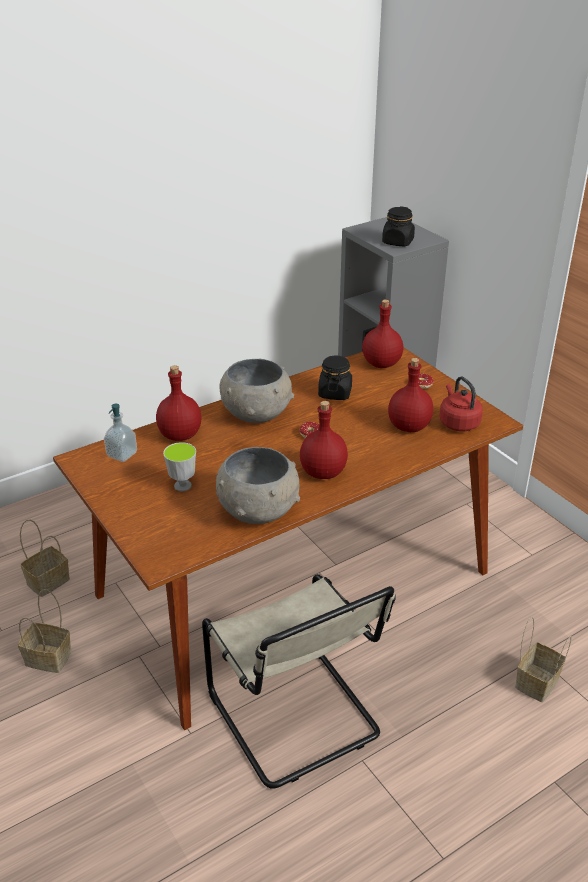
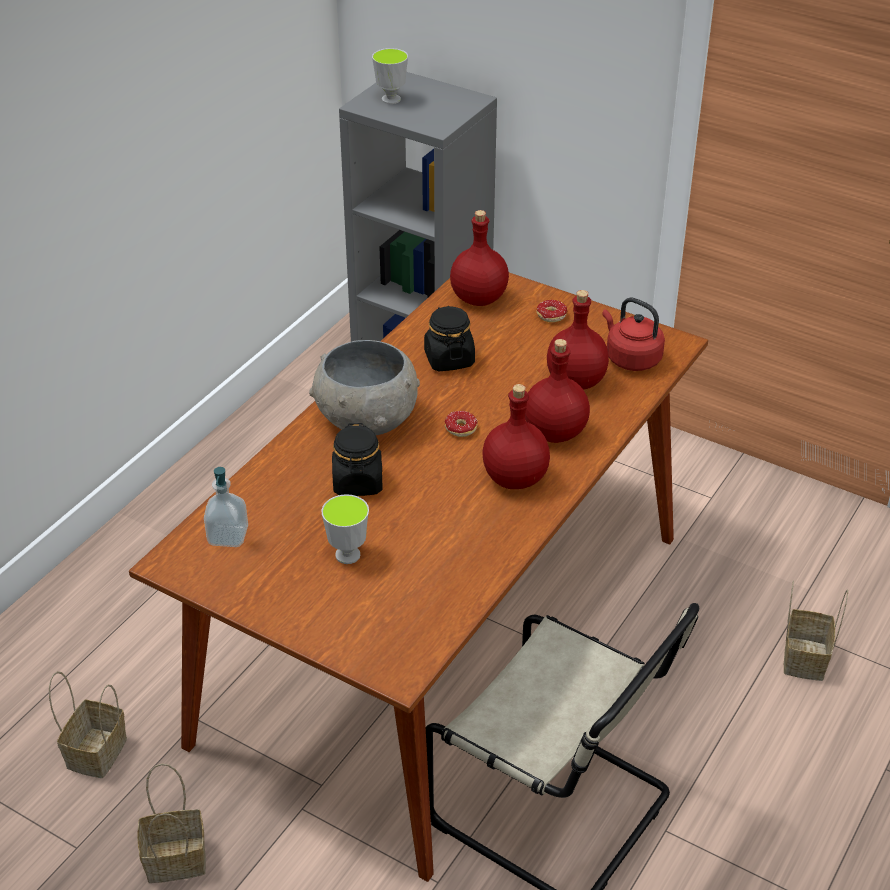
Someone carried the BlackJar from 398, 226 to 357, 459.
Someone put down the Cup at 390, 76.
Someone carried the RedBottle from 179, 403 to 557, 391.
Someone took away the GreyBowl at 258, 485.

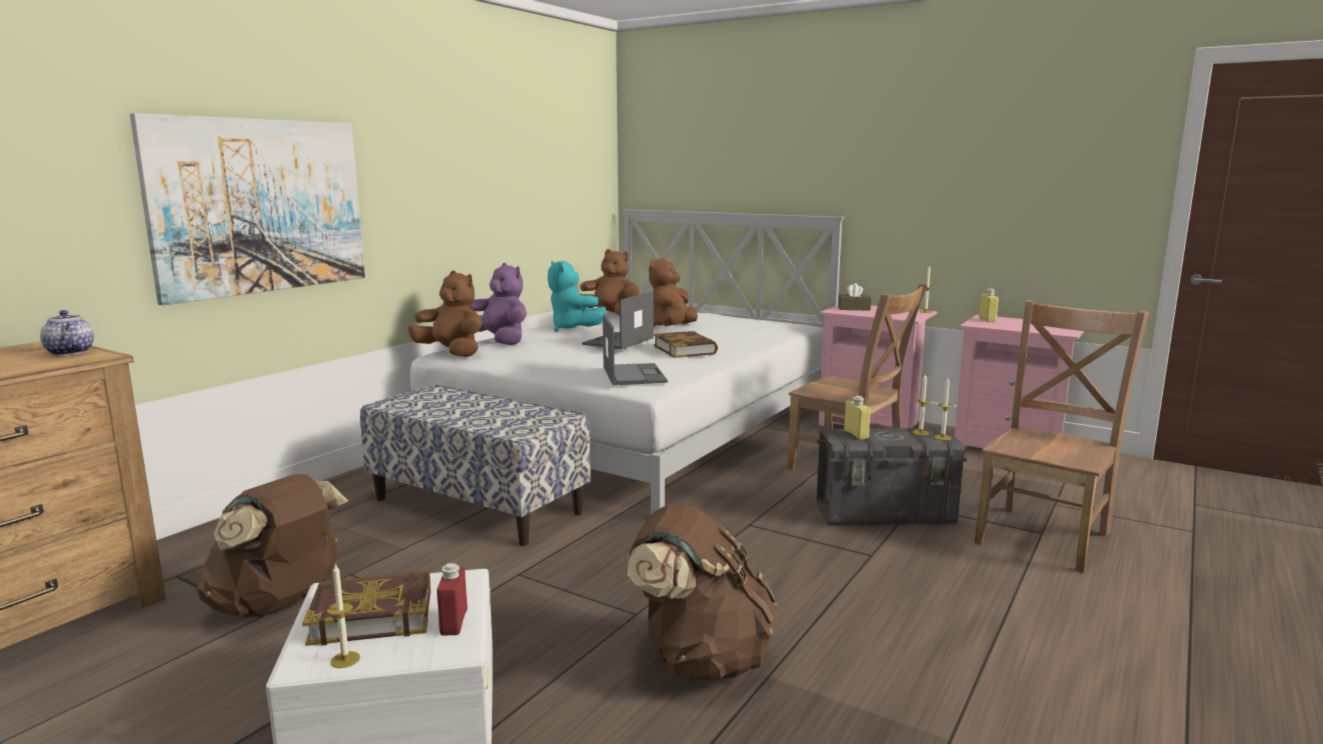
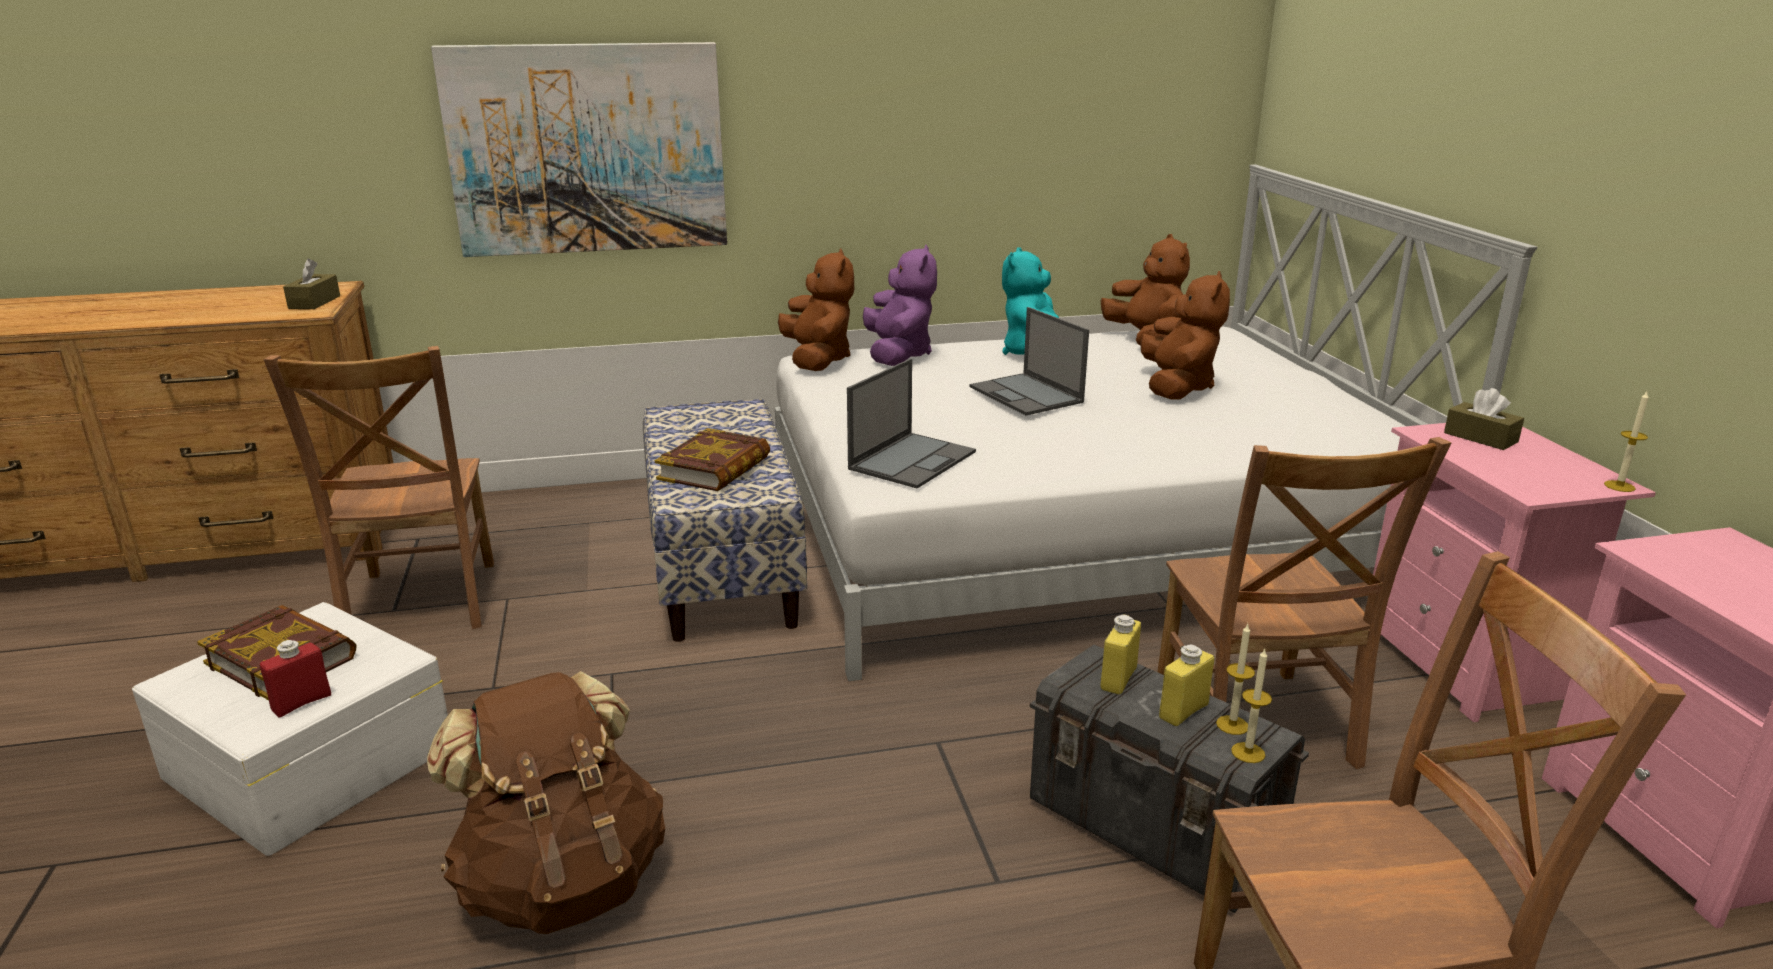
Someone swapped the BrownBackpack at 272, 545 for the BrownChair at 378, 487.
Someone swapped the Teapot at 67, 333 for the BrownTissueBox at 311, 283.
Someone carried the Book from 685, 344 to 712, 459.
Someone rotated the Laptop at 618, 321 by 105 degrees counterclockwise.
Someone rotated the BrownPlushToy at 673, 292 by 120 degrees clockwise.
Someone carried the YellowBottle from 989, 305 to 1186, 685.
Someone took away the Candle at 343, 615.

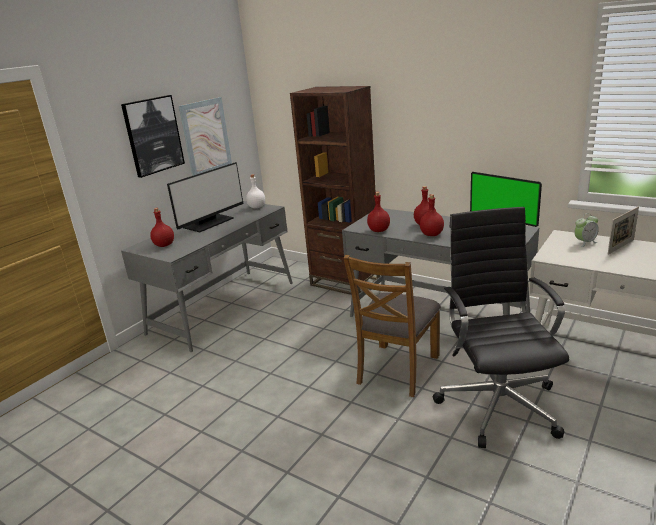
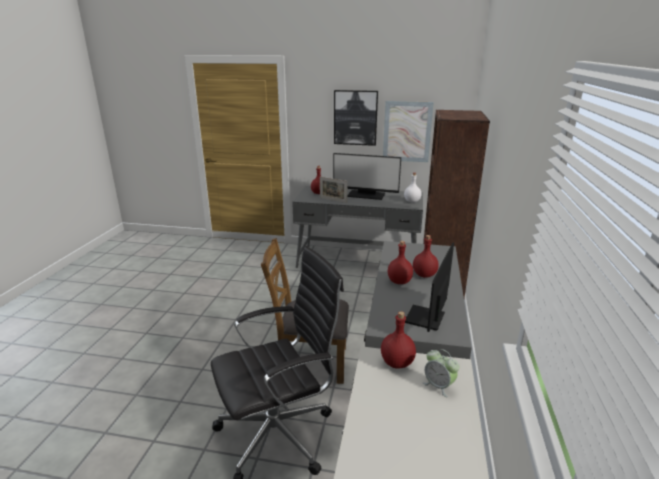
Someone carried the PictureFrame from 623, 231 to 334, 190.
Someone carried the RedBottle from 378, 212 to 398, 340.

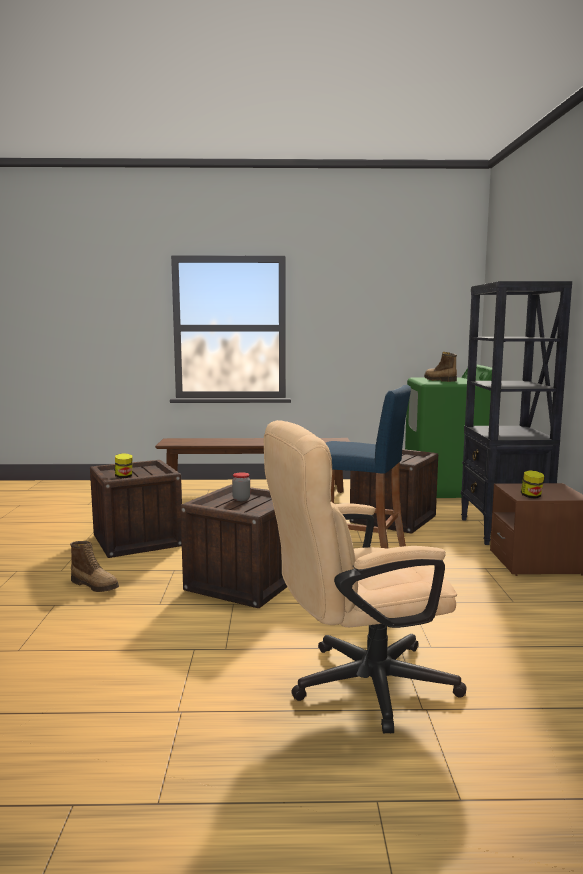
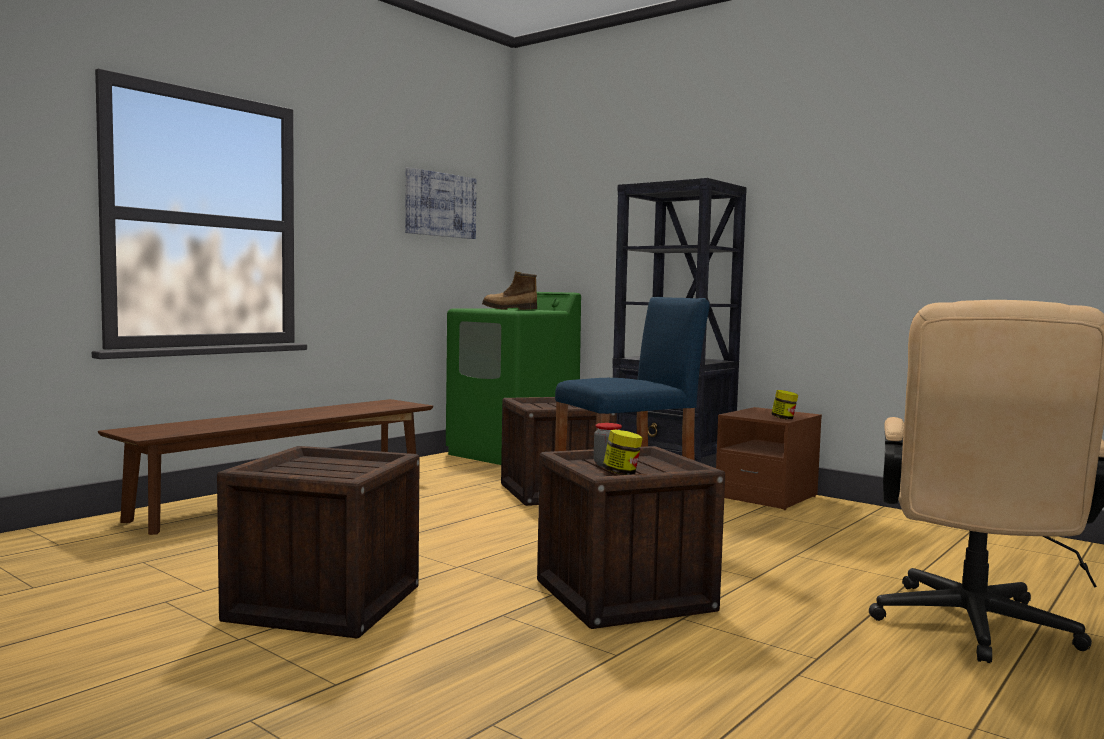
Someone put up the Picture at 441, 203.
Someone carried the Jar from 123, 465 to 623, 452.
Someone took away the Boot at 94, 566.

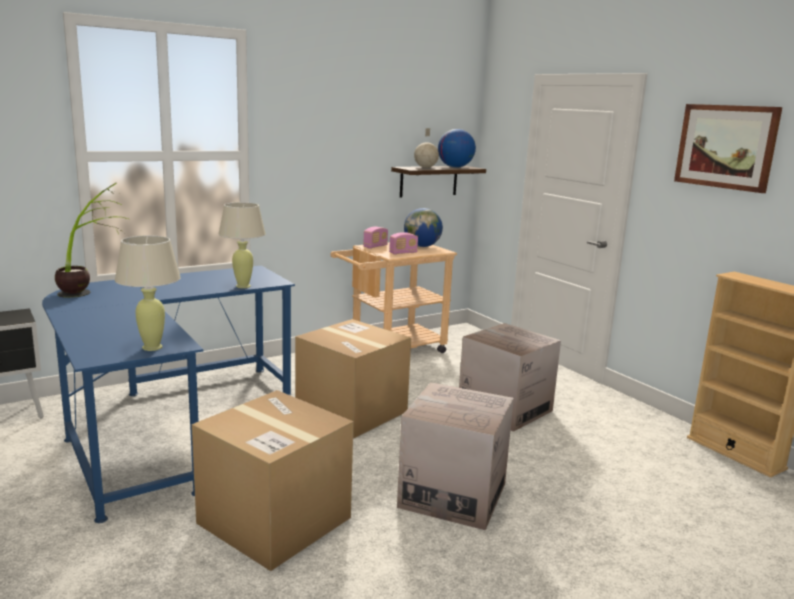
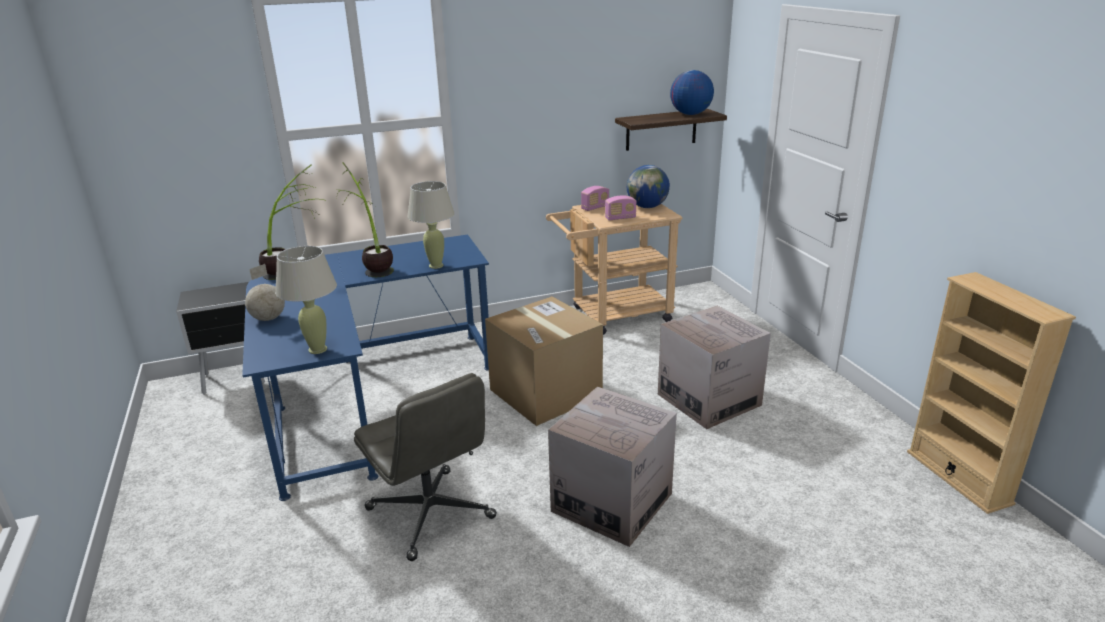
Someone carried the Globe from 426, 148 to 265, 292.
Someone put down the PottedPlant at 365, 219.
Someone swapped the CardboardBox at 273, 480 for the GreyOfficeChair at 425, 467.
Someone took away the Picture at 728, 148.

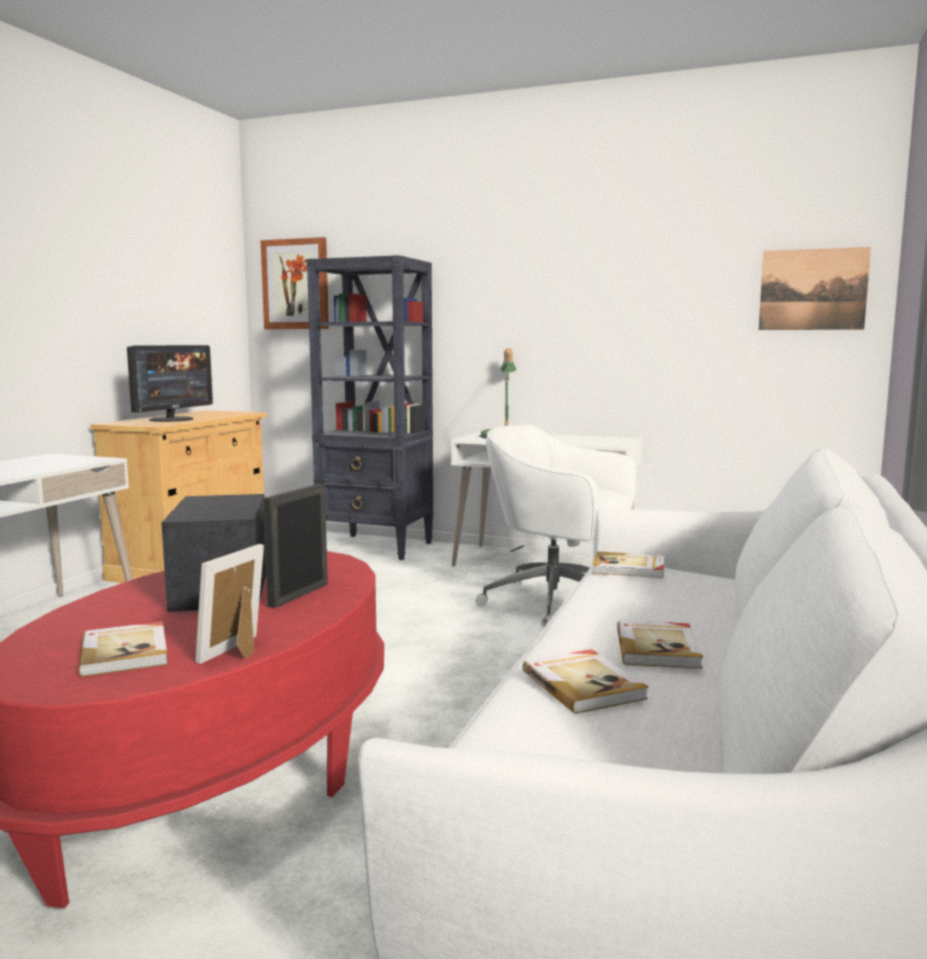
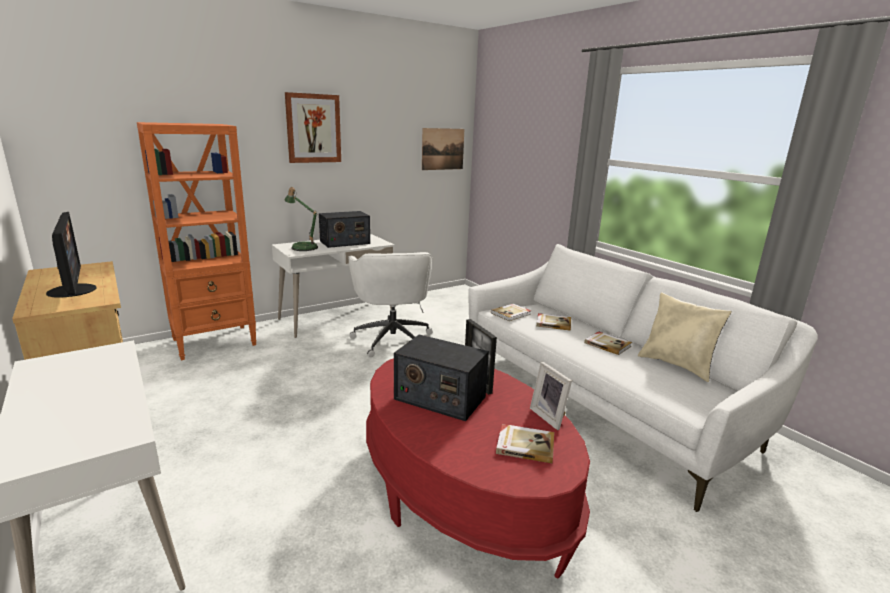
Someone repainted the BlackBookcase at 369, 407, which became the OrangeBookcase at 197, 241.
Someone carried the Picture from 295, 283 to 313, 127.
Someone put down the Radio at 344, 229.
Someone rotated the WhiteOfficeChair at 555, 526 by 75 degrees counterclockwise.
Someone carried the Book from 585, 681 to 553, 322.
Someone put down the BeigePillow at 685, 337.

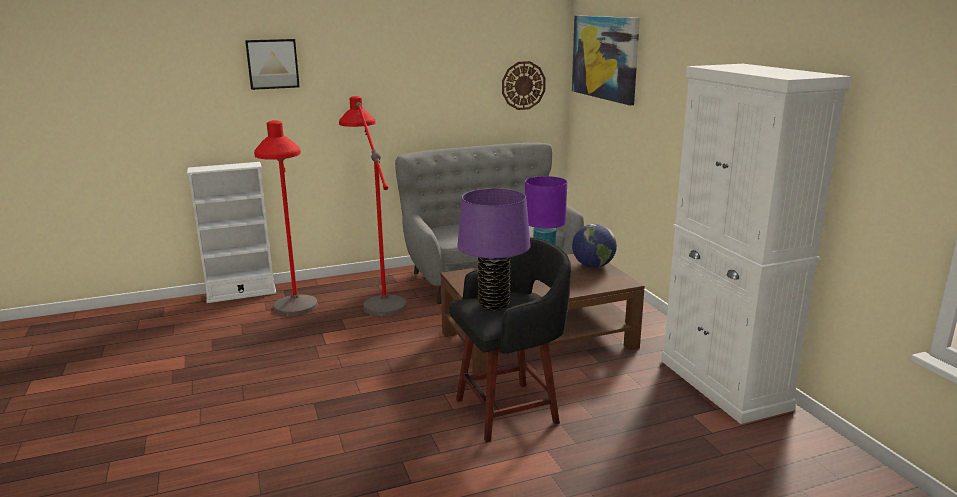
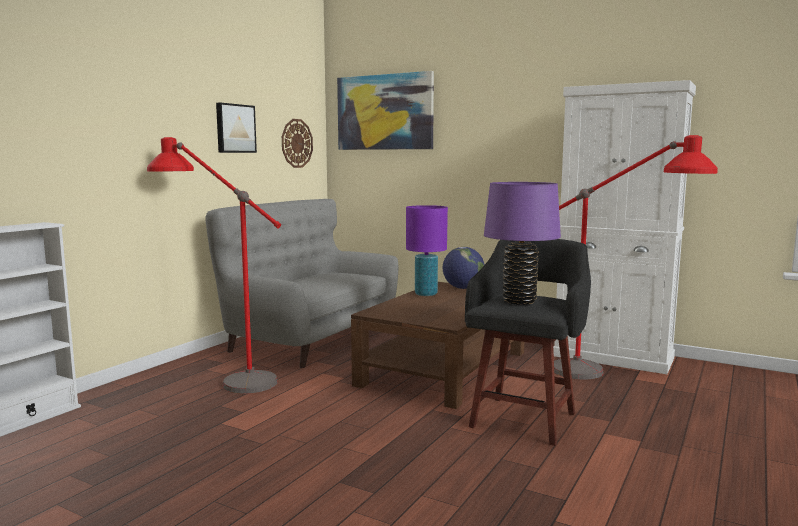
Someone carried the Picture from 272, 64 to 236, 127.
Someone carried the RedFloorLamp from 286, 218 to 636, 257.

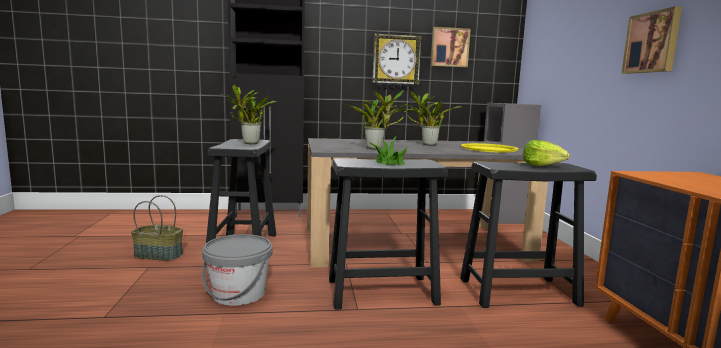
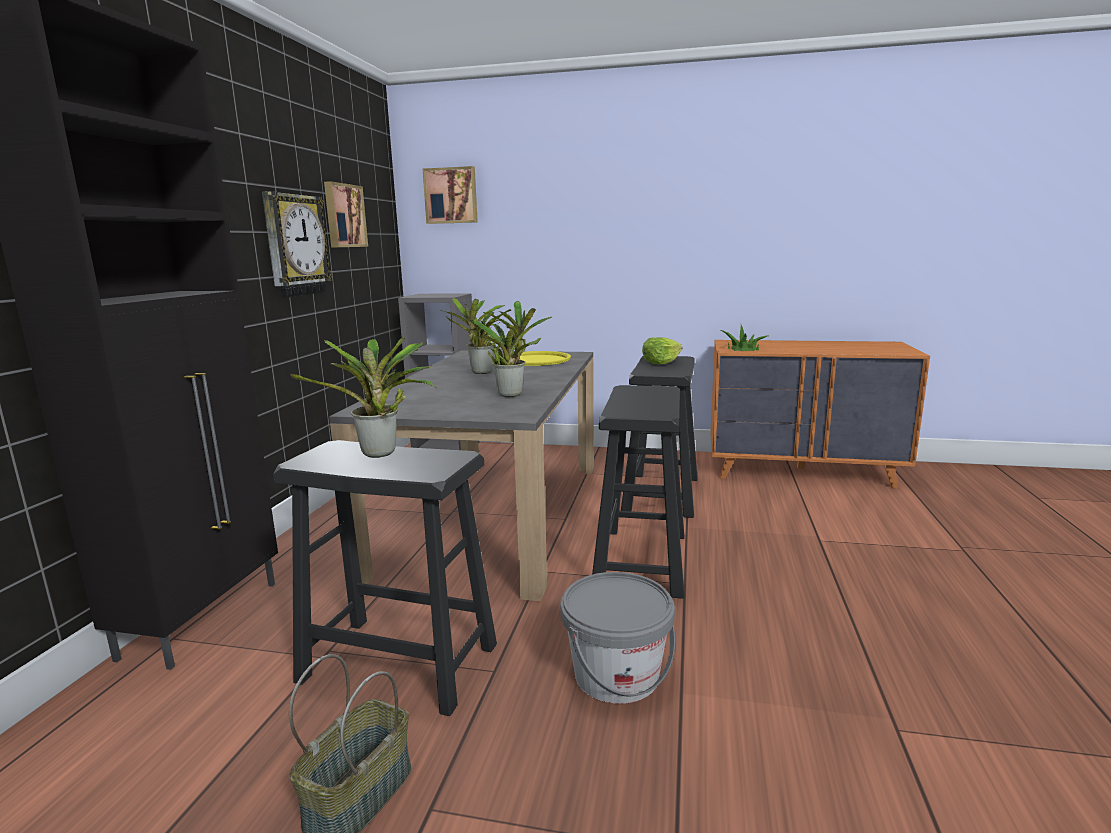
Someone carried the Picture from 652, 40 to 450, 195.
Someone carried the PottedPlant from 388, 150 to 744, 338.

